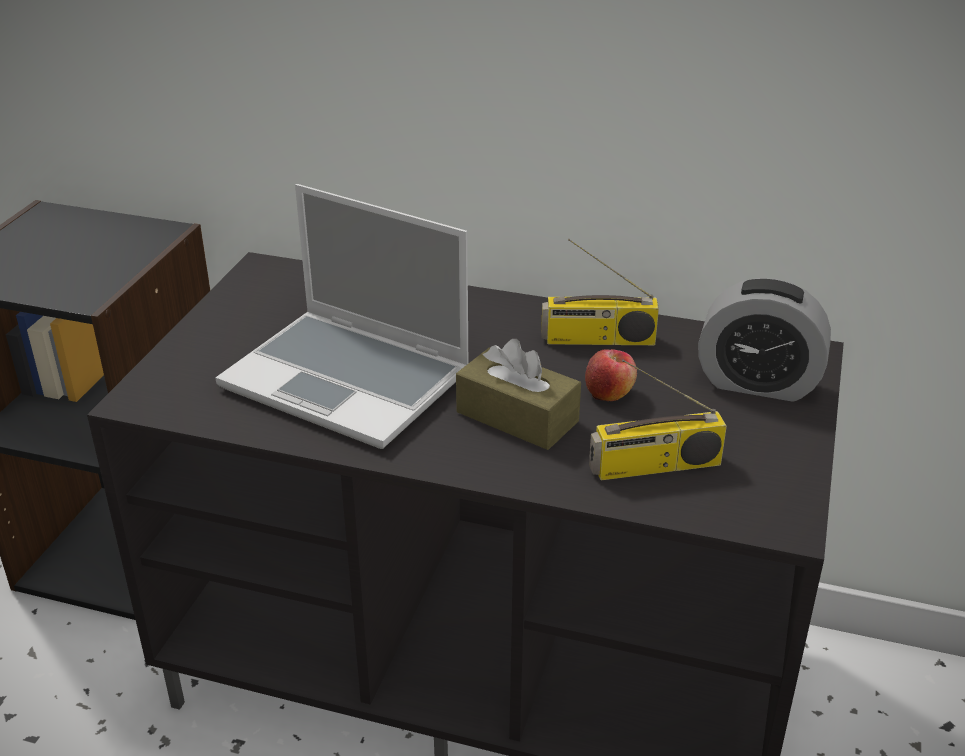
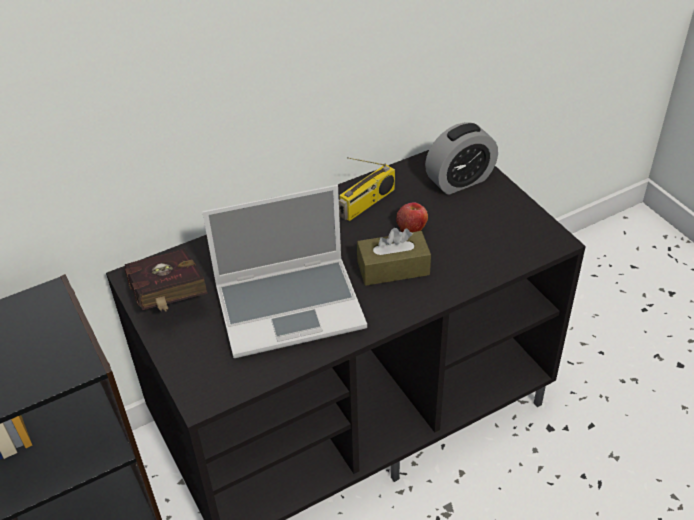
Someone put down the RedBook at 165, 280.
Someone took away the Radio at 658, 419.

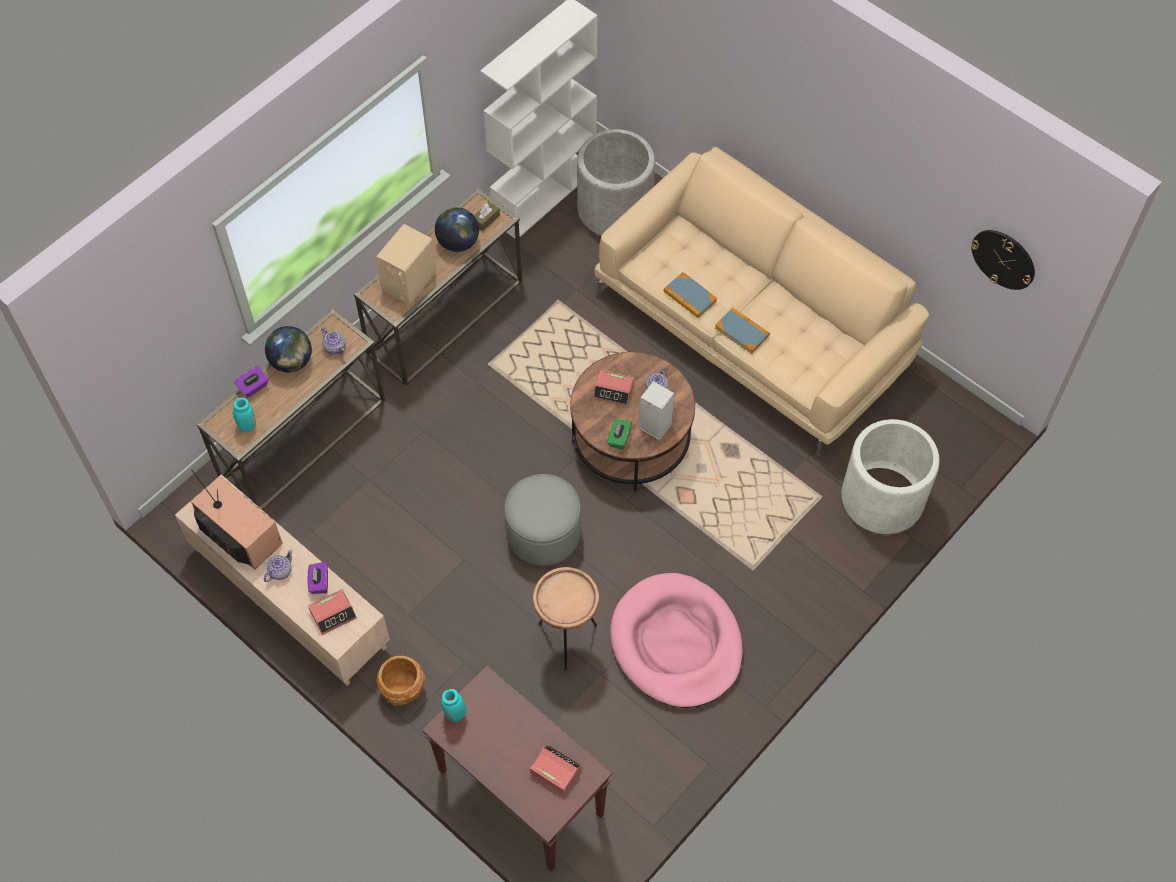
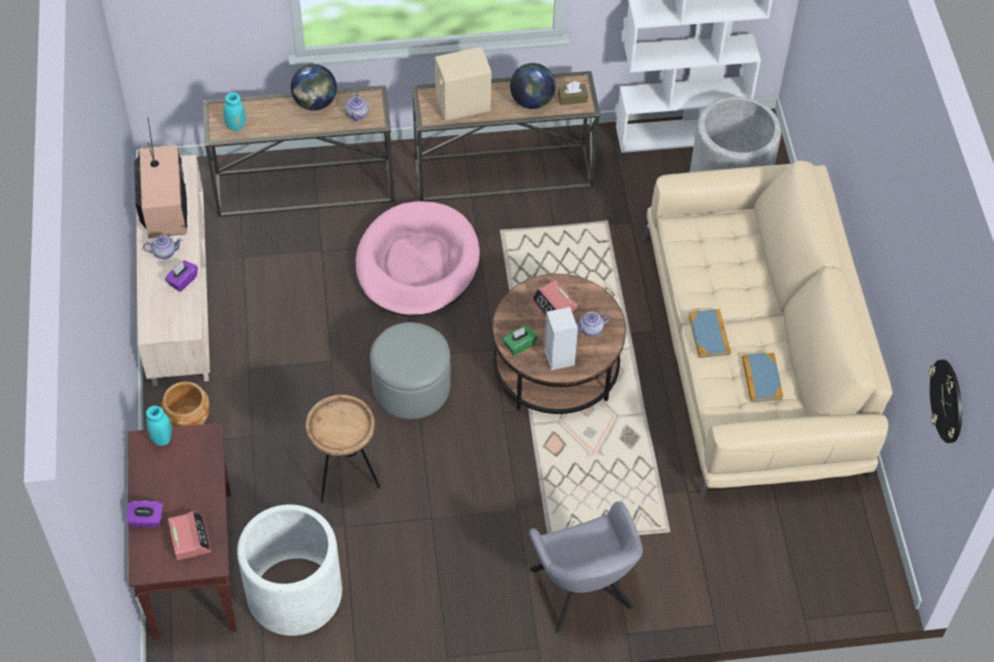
Someone carried the PurpleTissueBox from 251, 381 to 145, 514.
Someone carried the WhitePlanter from 891, 476 to 289, 570.
Someone carried the PinkDogBed from 676, 640 to 418, 259.
Someone put down the GreyArmchair at 586, 567.
Someone carried the Book from 690, 295 to 762, 377.
Someone took away the AlarmClock at 332, 612.

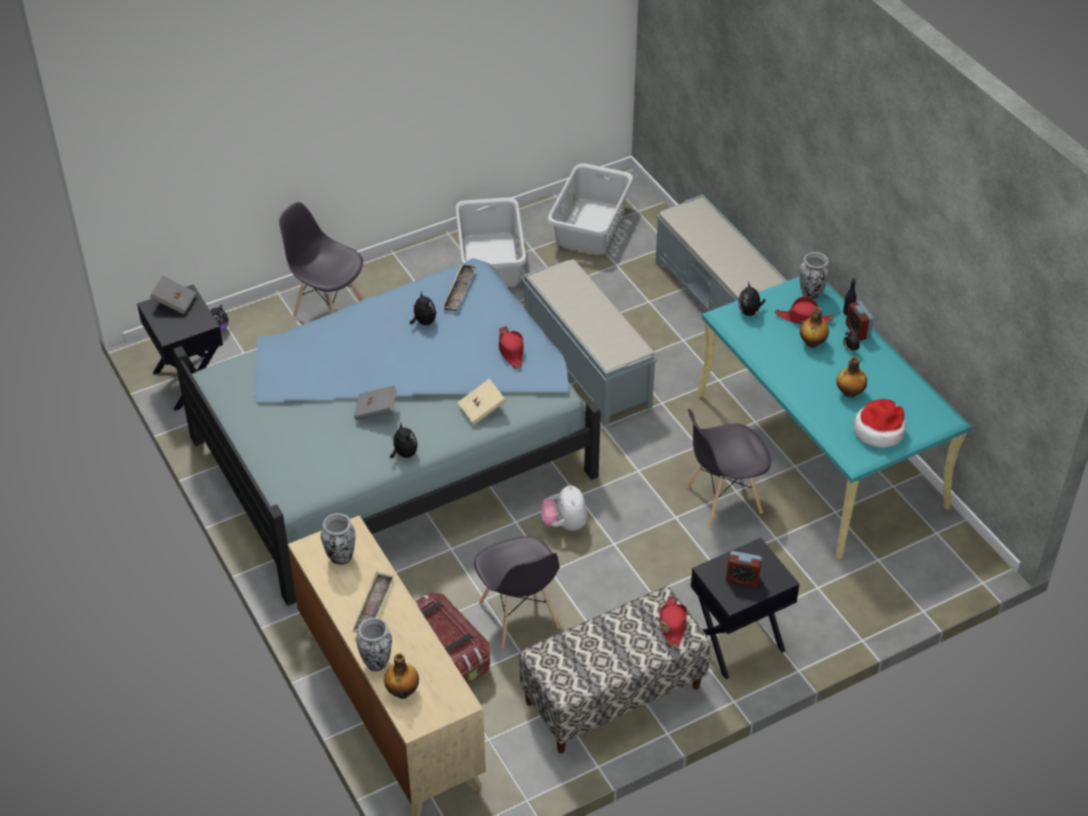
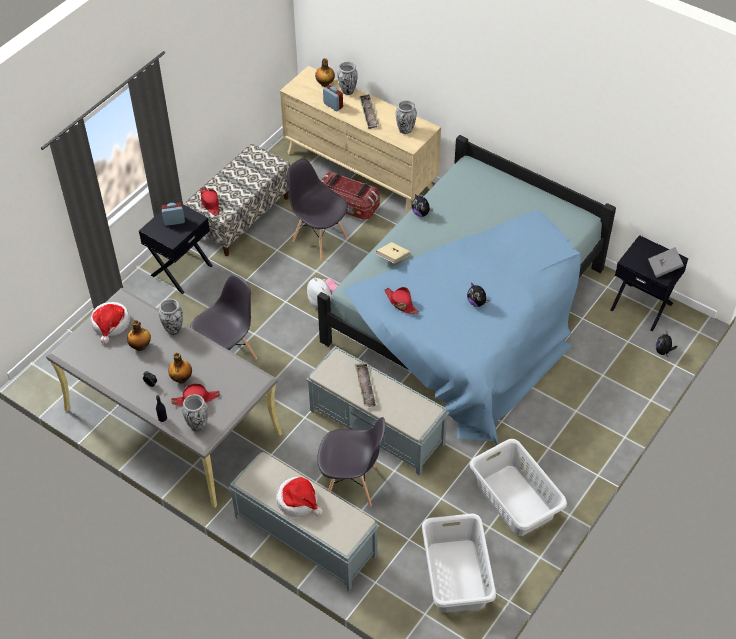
Someone repainted the TurquoiseDesk at 833, 417, which became the GreyDesk at 164, 398.
Someone put down the Vase at 171, 317.
Someone put down the Hat at 299, 497.
Someone carried the GreyChair from 321, 260 to 351, 462.
Someone carried the AlarmClock from 859, 321 to 333, 98.
Someone carried the Tray from 459, 287 to 366, 384.
Someone took away the GreyBook at 375, 402.
Someone took away the PlushToy at 751, 298.

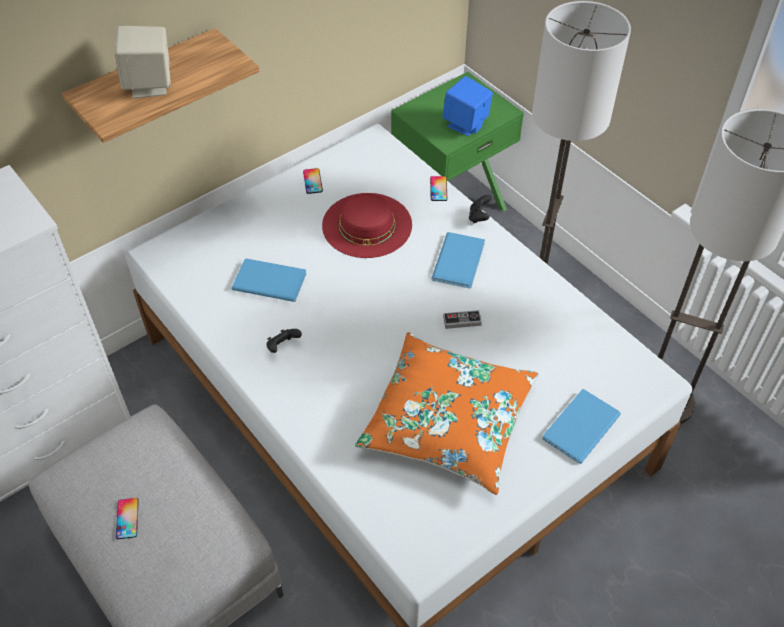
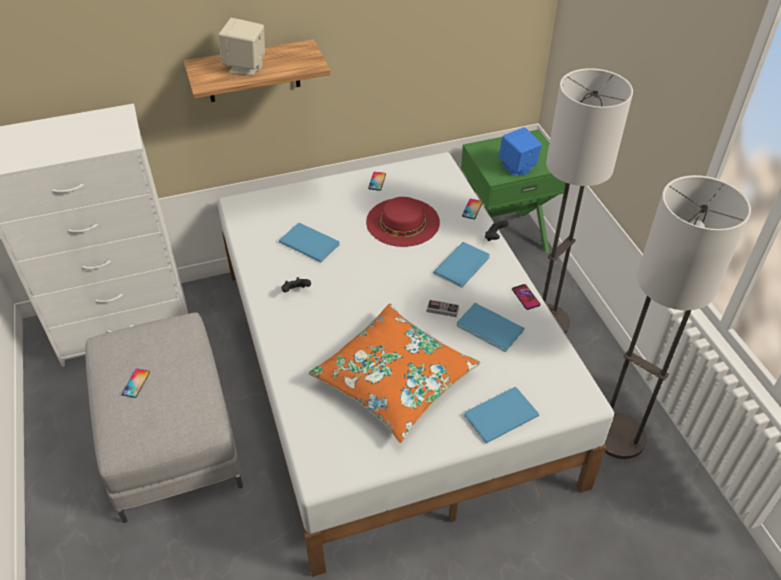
Someone put down the BlueBook at 490, 327.
Someone put down the Phone at 526, 297.

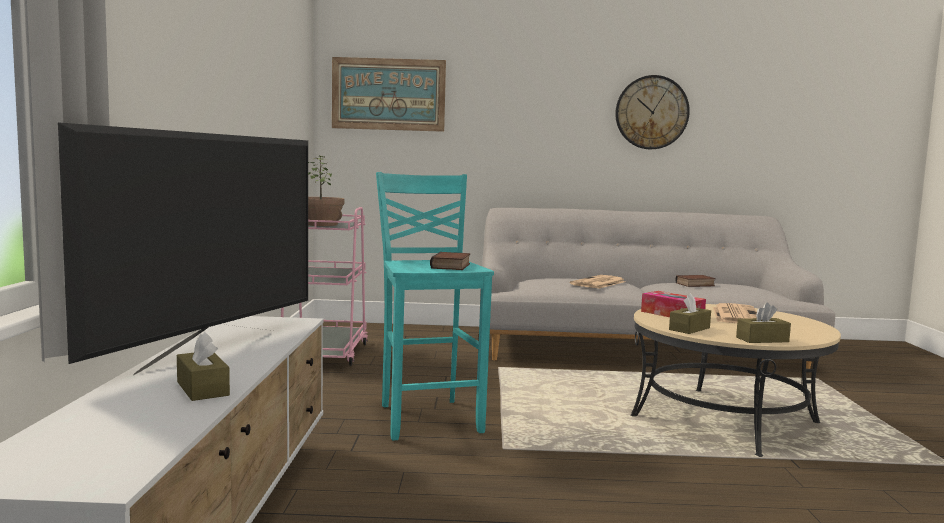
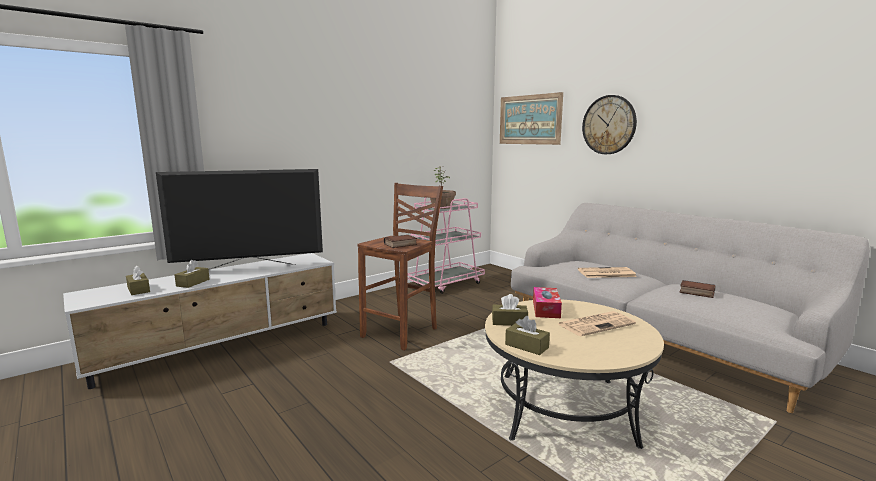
Someone put down the BrownTissueBox at 138, 280.
Someone repainted the TurquoiseStool at 435, 306, which became the BrownStool at 400, 267.
Someone carried the WallClock from 652, 112 to 609, 124.

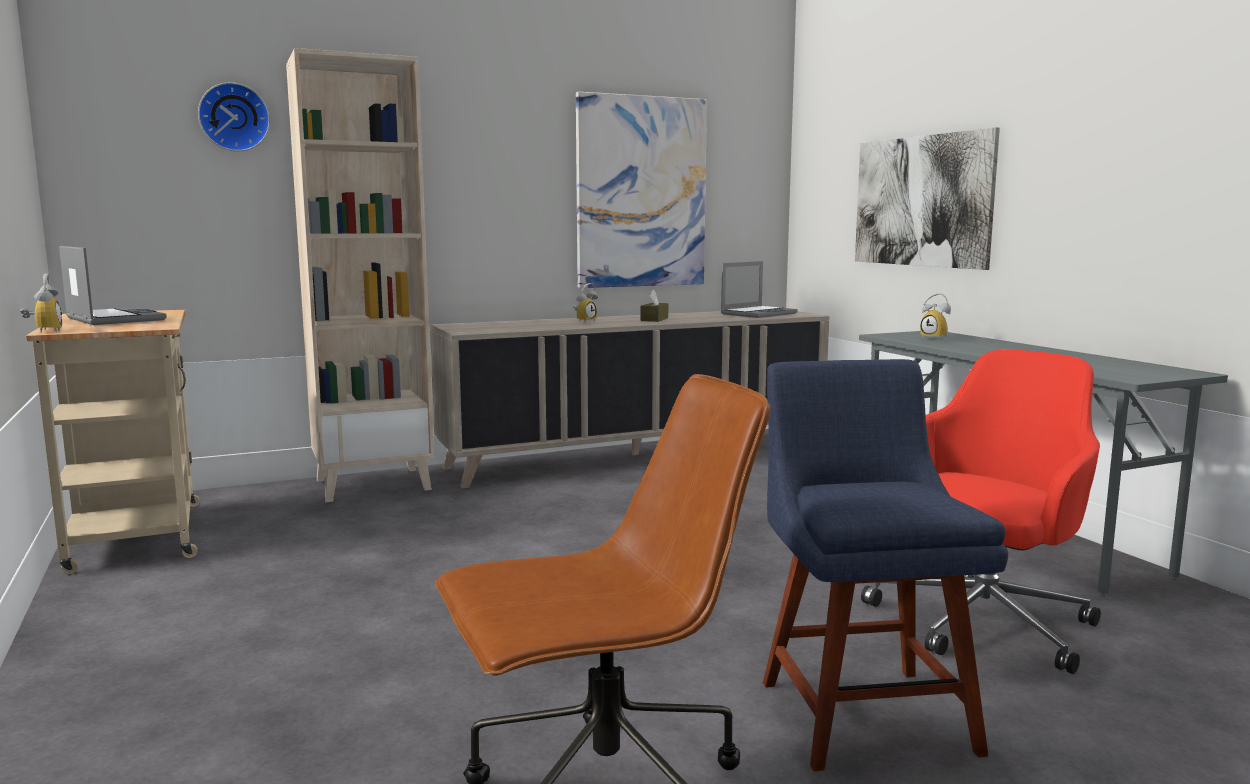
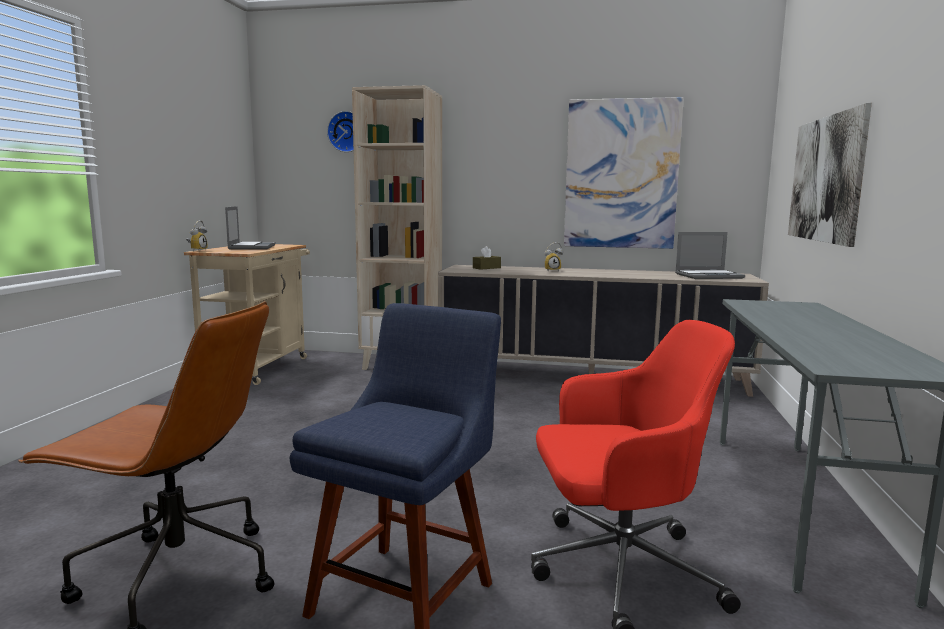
Someone carried the BrownTissueBox from 654, 306 to 487, 258.
Someone took away the AlarmClock at 935, 316.

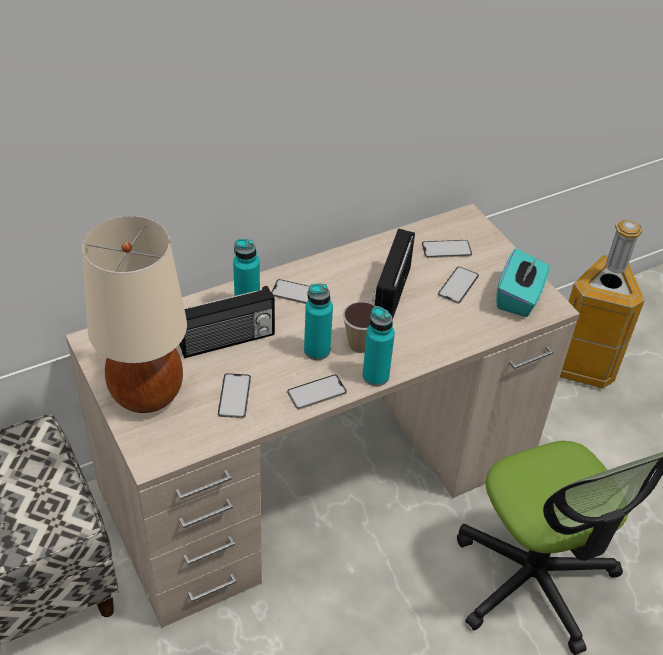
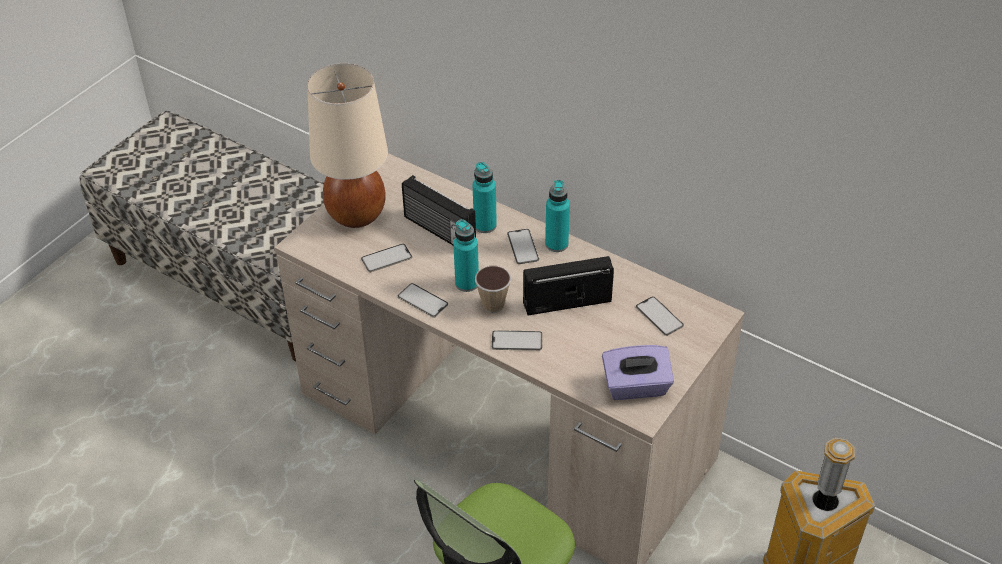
Someone carried the Phone from 458, 285 to 517, 340.
Someone carried the TurquoiseBottle from 378, 346 to 557, 216.
Someone repainted the TurquoiseTissueBox at 523, 283, which became the PurpleTissueBox at 638, 372.

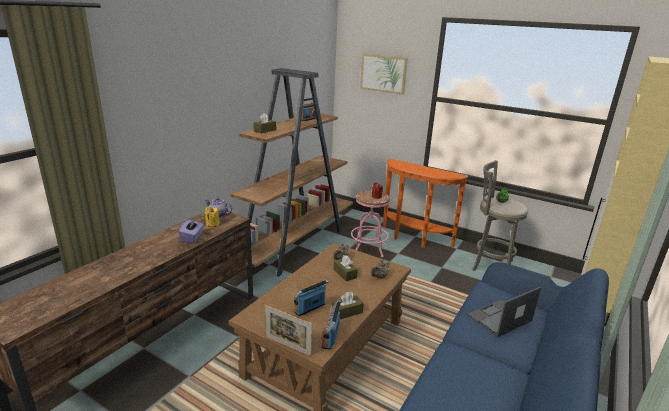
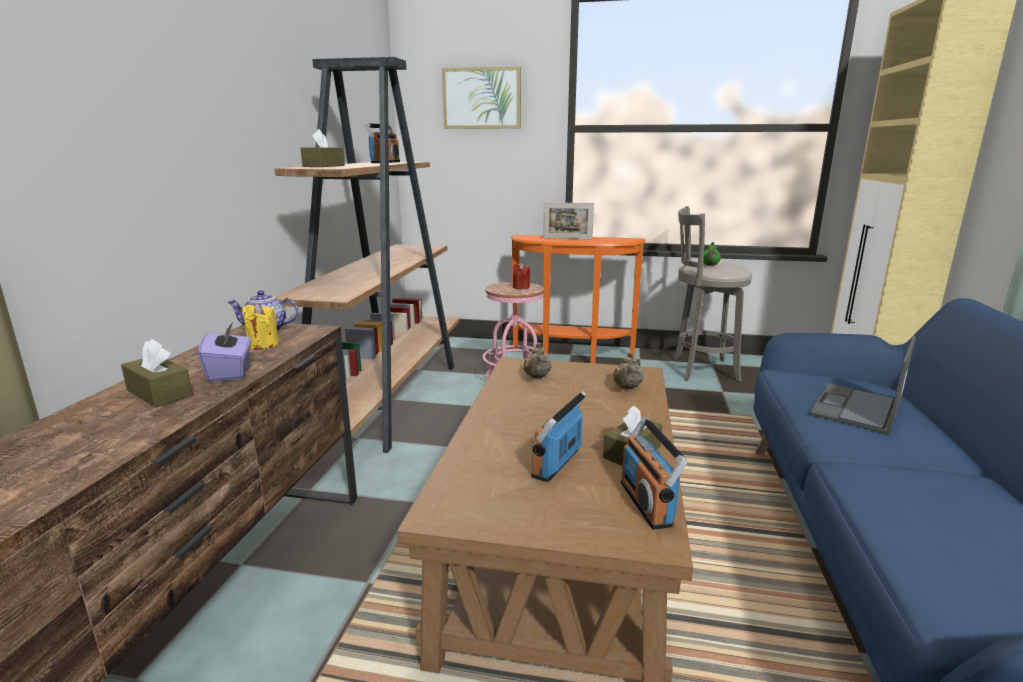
Someone carried the BrownTissueBox from 346, 268 to 157, 373.
Someone carried the PictureFrame from 288, 330 to 568, 220.

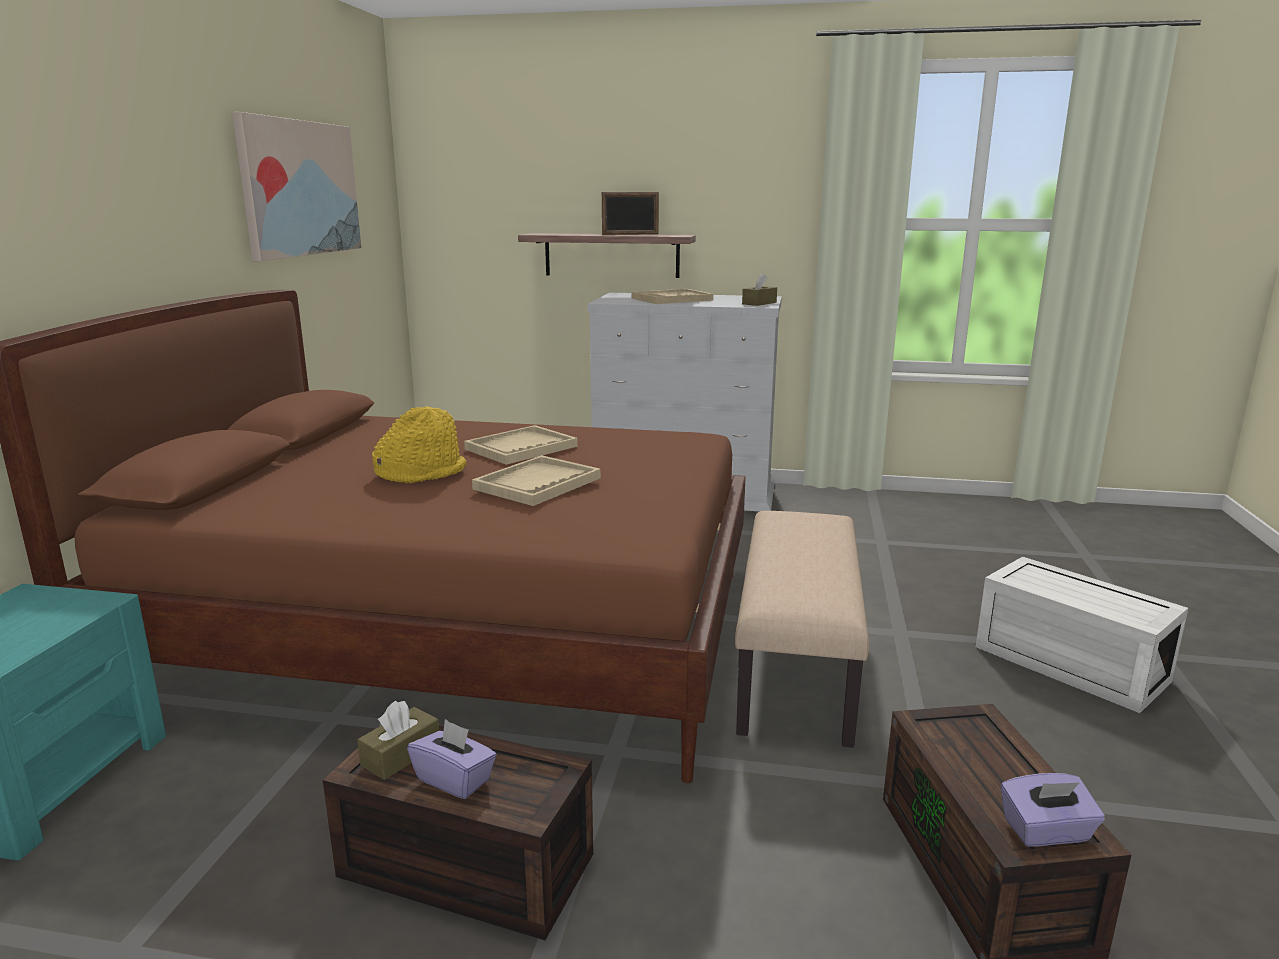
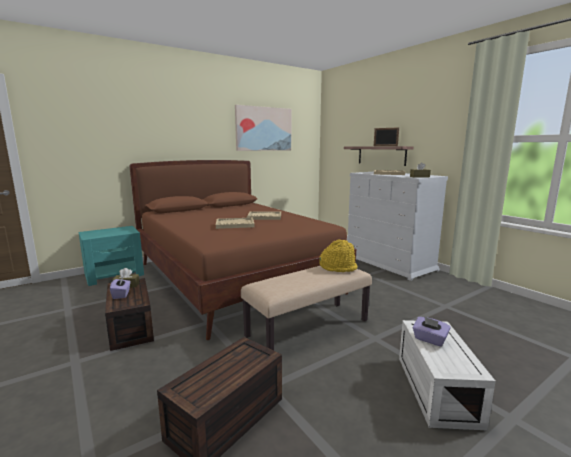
Someone carried the YellowHat from 419, 444 to 338, 255.
Someone carried the PurpleTissueBox from 1053, 810 to 432, 332.

